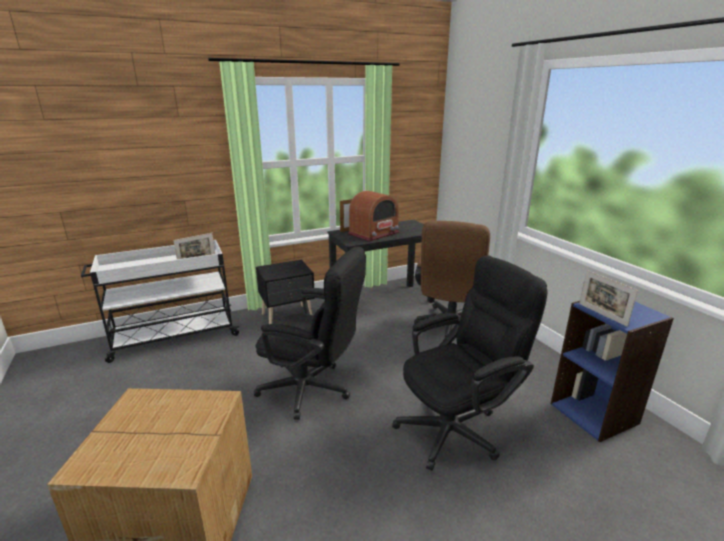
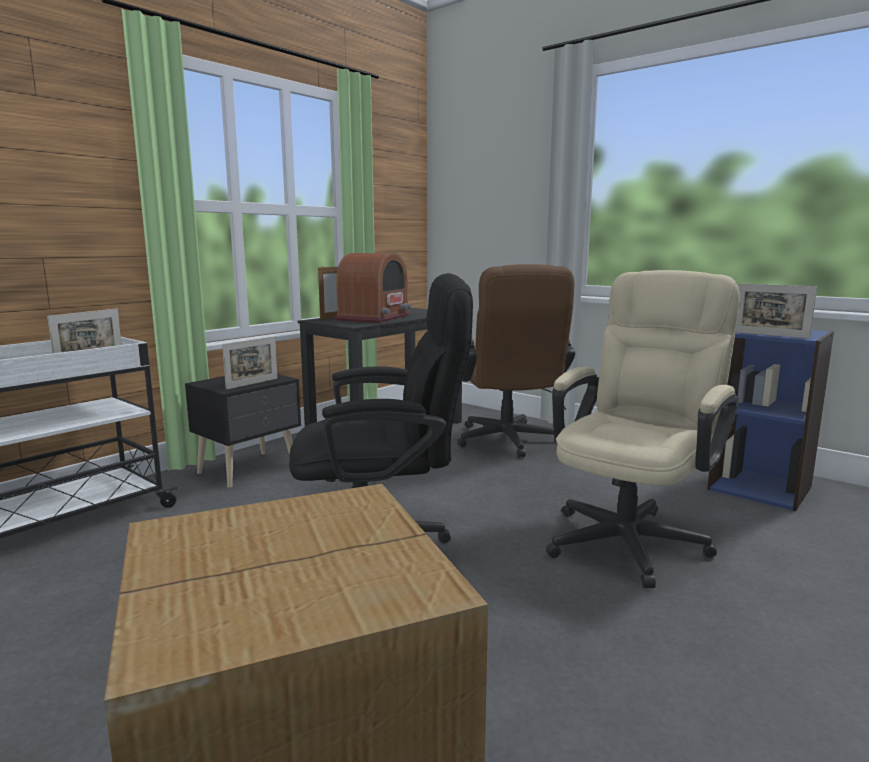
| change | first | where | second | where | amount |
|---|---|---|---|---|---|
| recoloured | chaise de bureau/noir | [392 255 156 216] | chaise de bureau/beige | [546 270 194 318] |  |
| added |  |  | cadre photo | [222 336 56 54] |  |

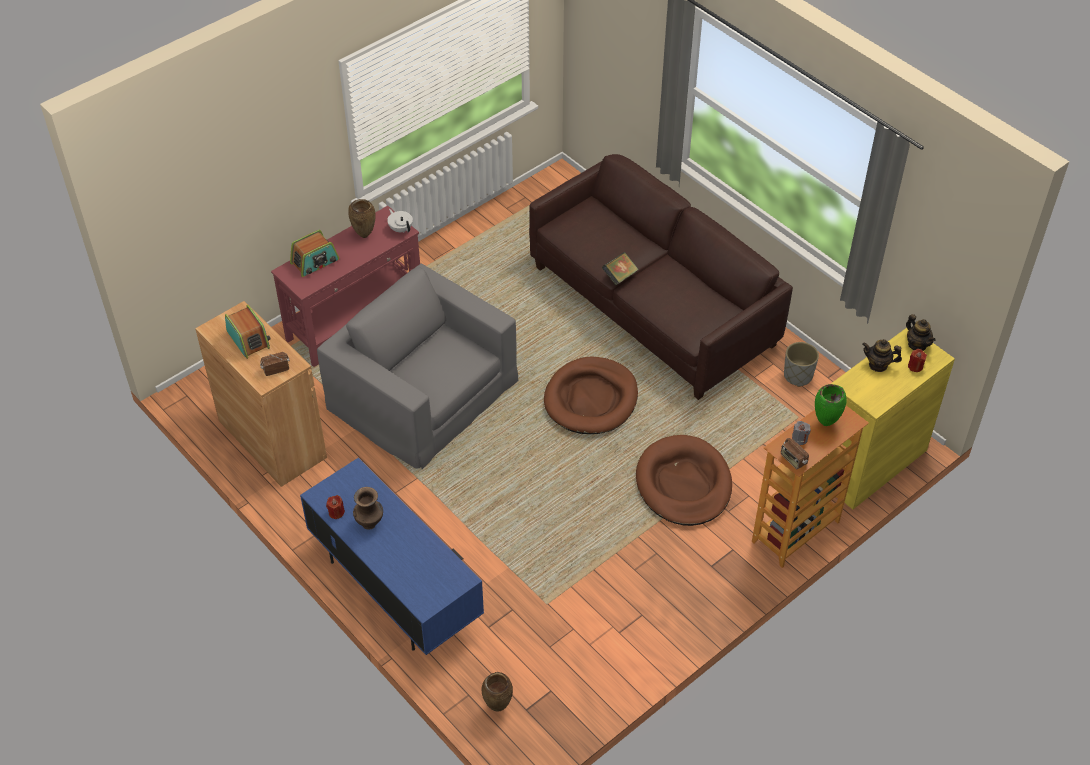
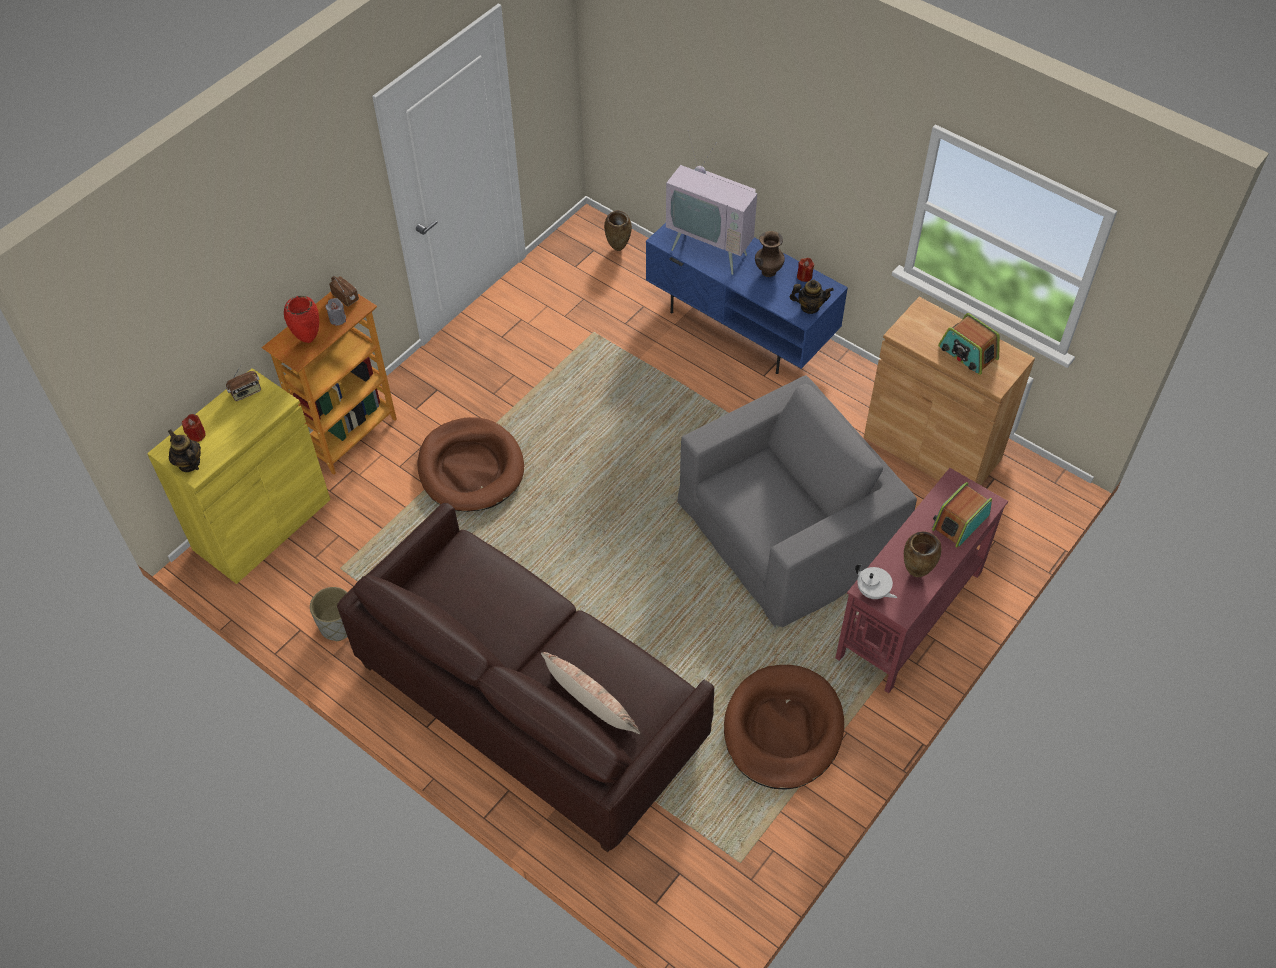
| change | first | where | second | where | amount |
|---|---|---|---|---|---|
| removed | livre | [602 252 37 33] |  |  |  |
| turned | fauteuil/gris | [317 264 201 205] |  | [677 375 240 253] | 60 degrees counterclockwise |
| moved | théière | [862 339 40 33] |  | [790 280 44 34] |  |
| moved | radio | [260 352 30 24] |  | [226 366 35 35] |  |
| moved | panier pour chien/marron | [544 356 94 78] |  | [724 665 120 124] |  |
| recoloured | vase/vert | [815 384 32 42] | vase/rouge | [284 296 35 47] |  |
| added |  |  | téléviseur | [666 130 91 145] |  |
| added |  |  | coussin | [541 652 99 82] |  |

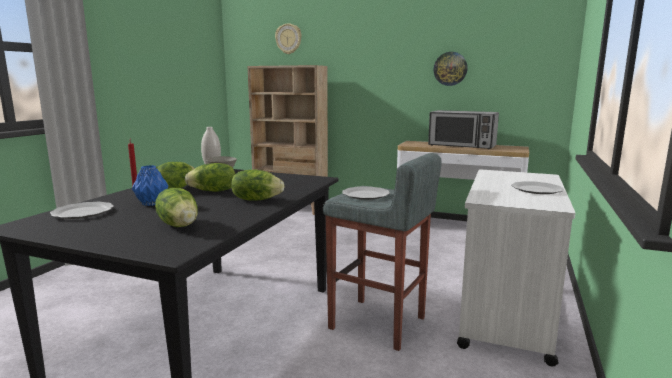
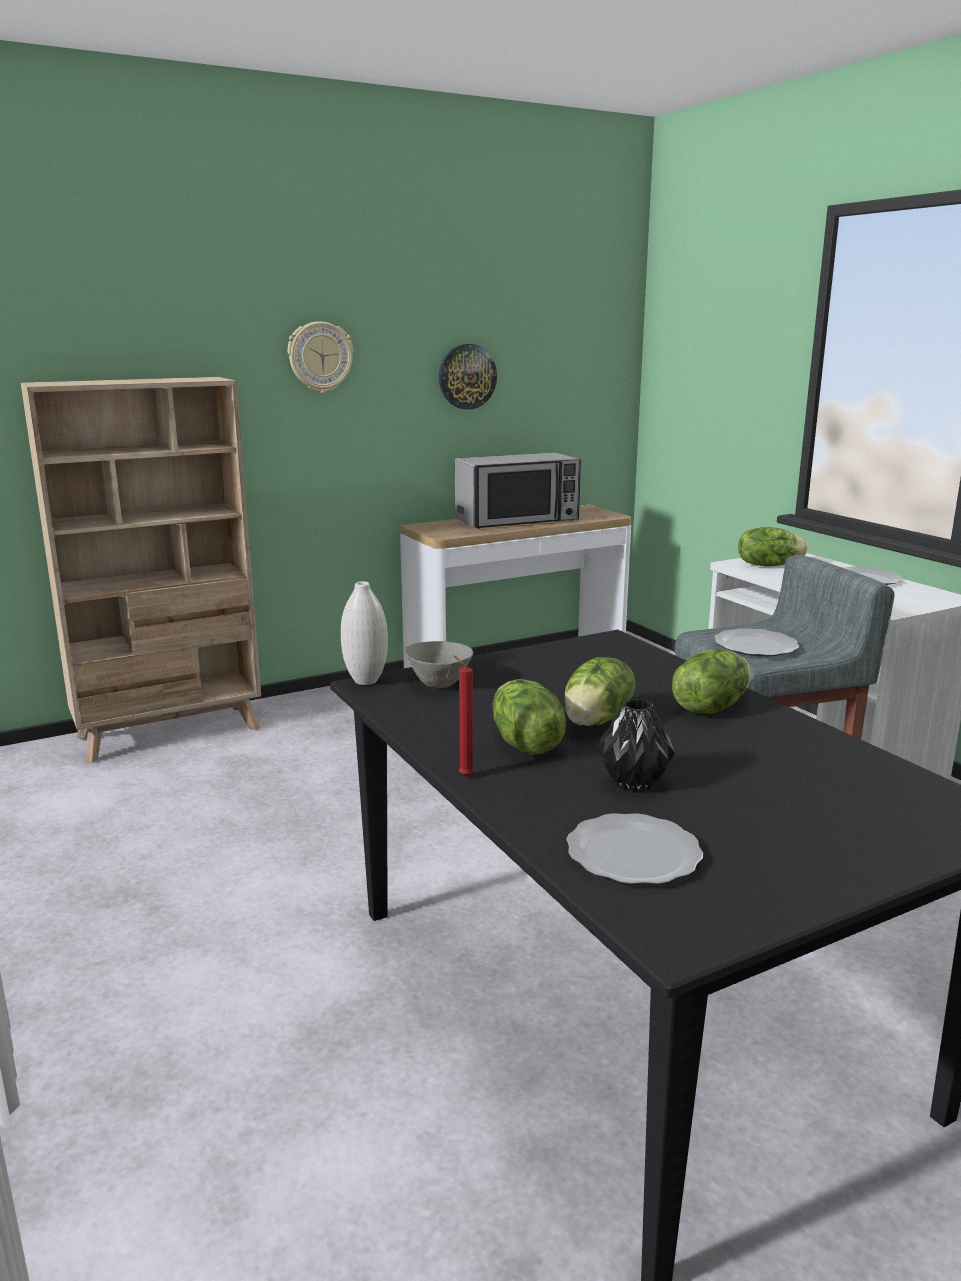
| change | first | where | second | where | amount |
|---|---|---|---|---|---|
| moved | horloge murale | [275 23 27 31] |  | [288 321 65 72] |  |
| recoloured | vase/bleu | [132 165 36 41] | vase/noir | [597 699 78 93] |  |
| moved | laitue | [155 188 43 39] |  | [738 527 70 39] |  |

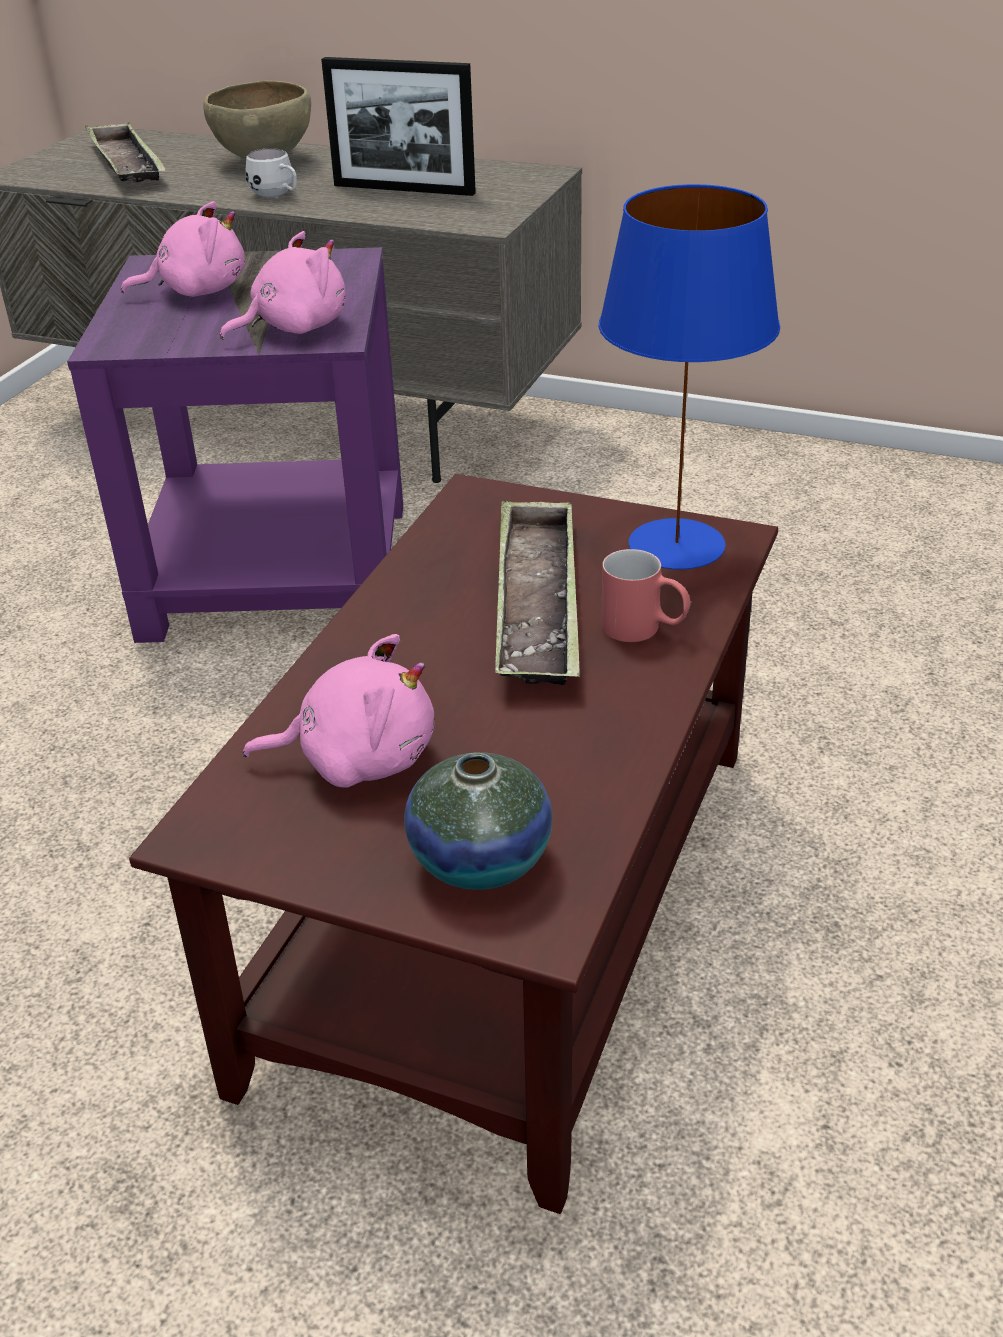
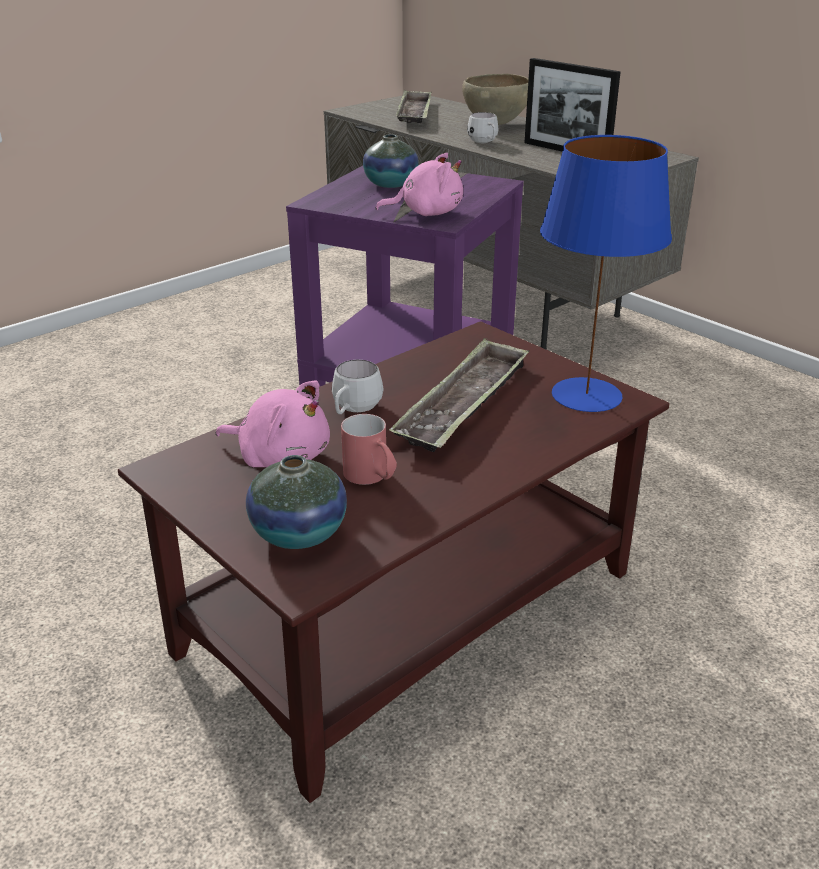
| change | first | where | second | where | amount |
|---|---|---|---|---|---|
| replaced | peluche/rose | [121 201 124 96] | vase | [363 134 56 54] |  |
| moved | mug/rouge | [601 549 90 93] |  | [341 414 56 71] |  |
| added |  |  | mug/blanc | [332 360 52 54] |  |

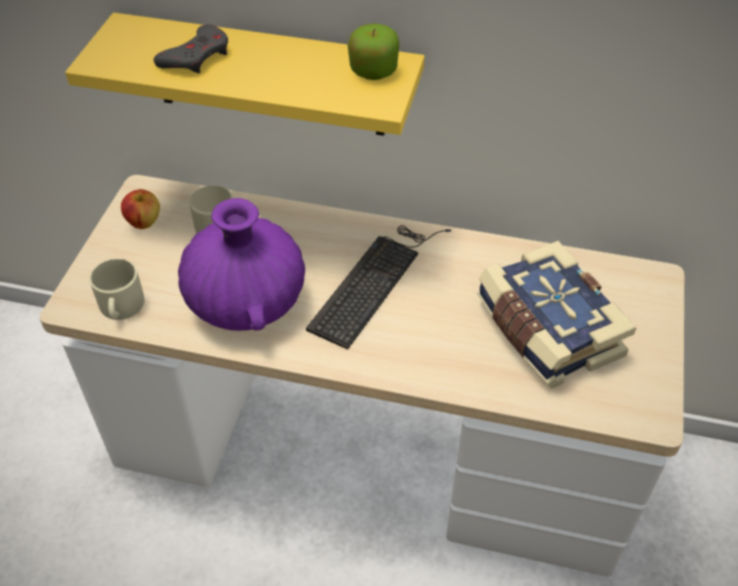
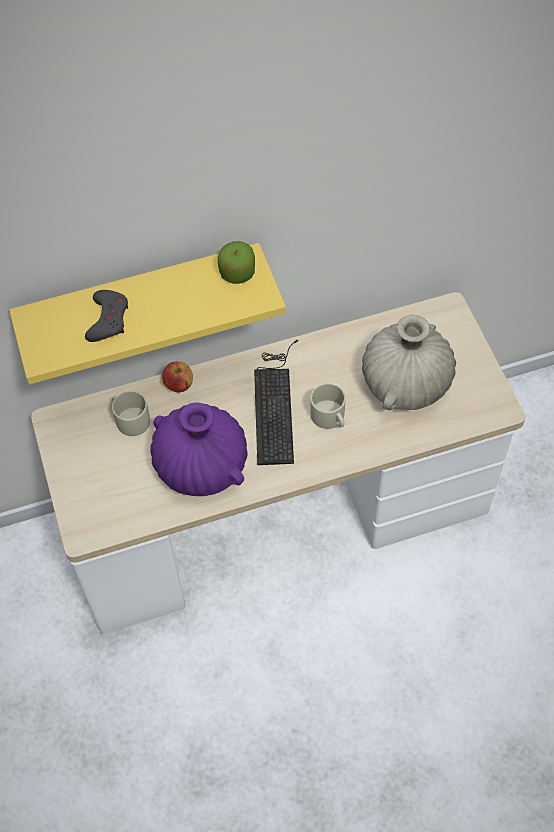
| change | first | where | second | where | amount |
|---|---|---|---|---|---|
| moved | pomme | [121 189 39 40] |  | [162 361 31 32] |  |
| replaced | livre | [477 241 160 148] | vase/beige | [362 315 94 95] |  |
| moved | mug/beige | [89 259 56 61] |  | [310 384 36 45] |  |

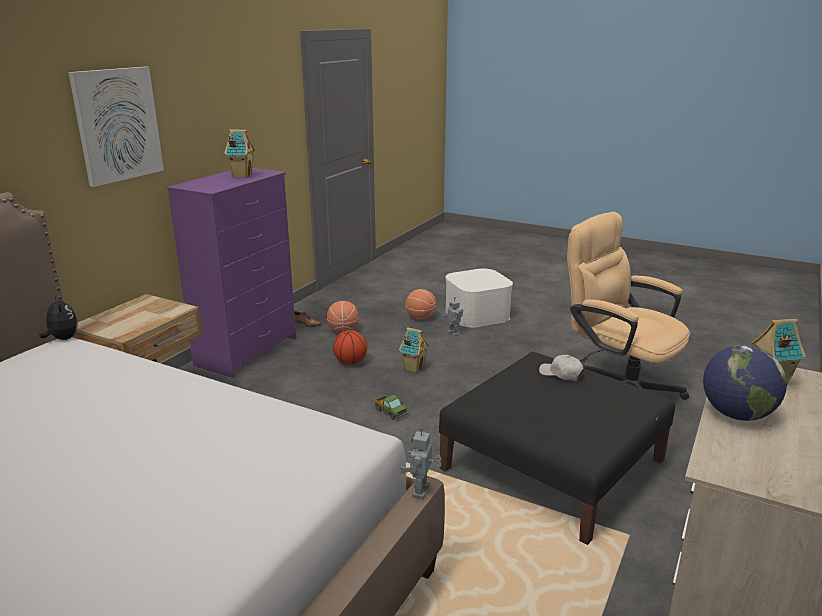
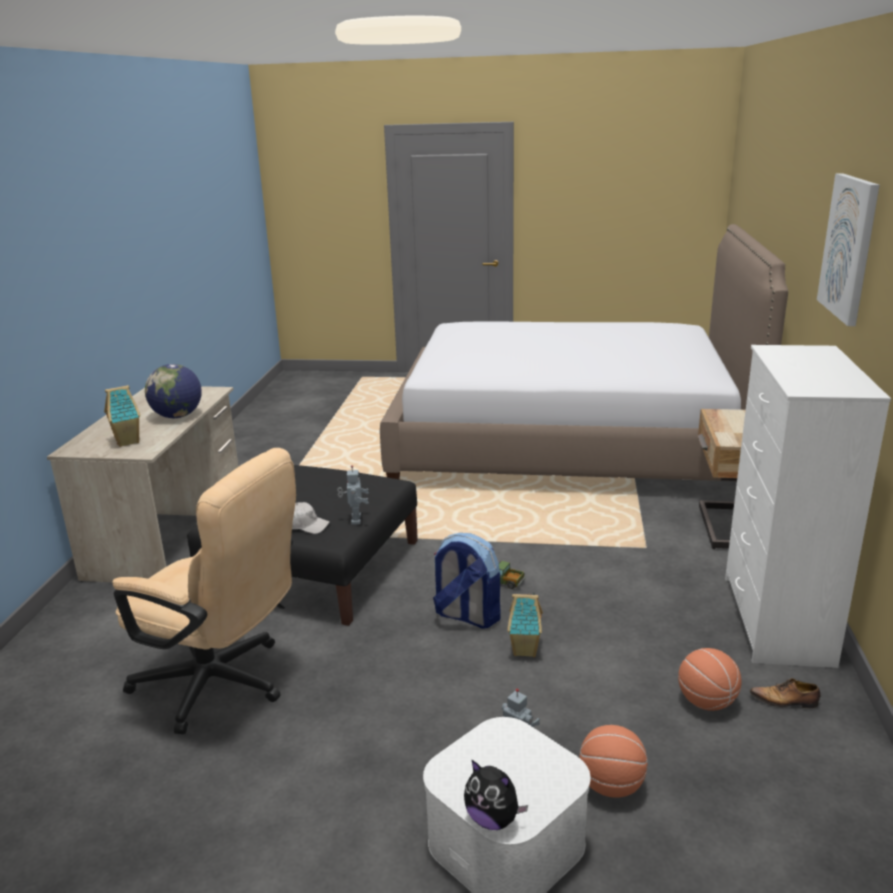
| change | first | where | second | where | amount |
|---|---|---|---|---|---|
| removed | maison miniature | [224 129 31 49] |  |  |  |
| recoloured | commode/violet | [167 168 129 210] | commode/blanc | [725 345 166 323] |  |
| moved | peluche | [39 296 39 44] |  | [464 760 64 70] |  |
| removed | ballon de basket | [333 330 34 35] |  |  |  |
| moved | robot jouet | [400 428 42 71] |  | [337 465 32 60] |  |
| added |  |  | sac à dos | [433 533 68 96] |  |

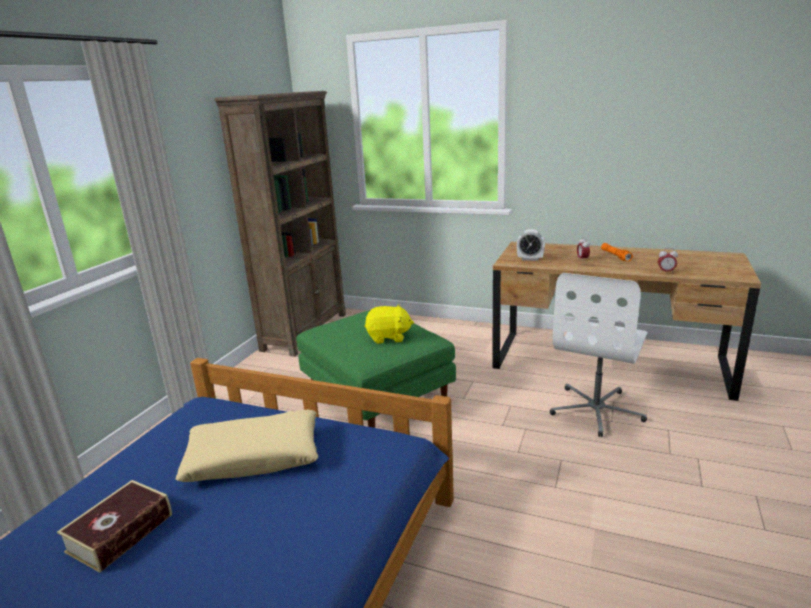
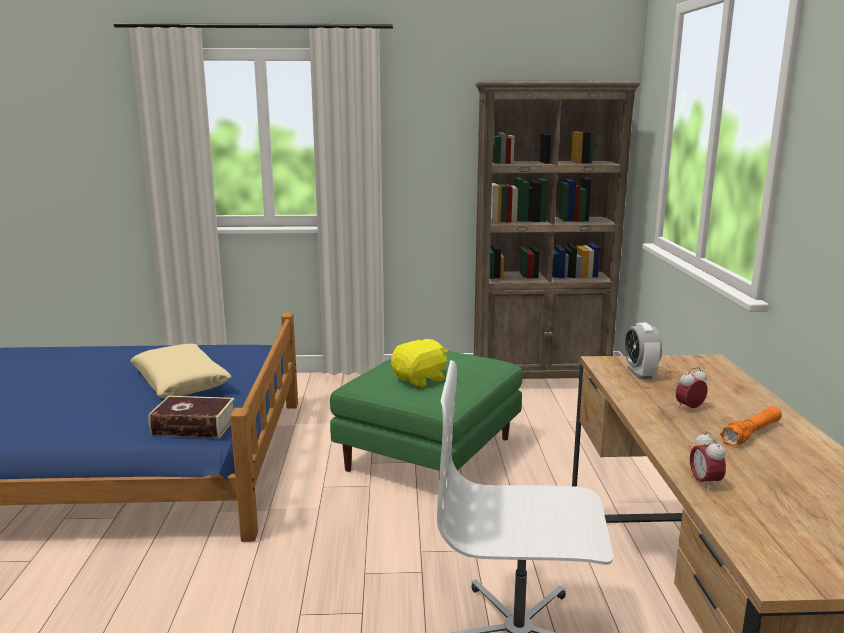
| change | first | where | second | where | amount |
|---|---|---|---|---|---|
| turned | peluche/jaune | [365 305 49 39] |  | [391 338 57 49] | 105 degrees counterclockwise |
| moved | livre | [57 480 115 93] |  | [148 396 87 42] |  |

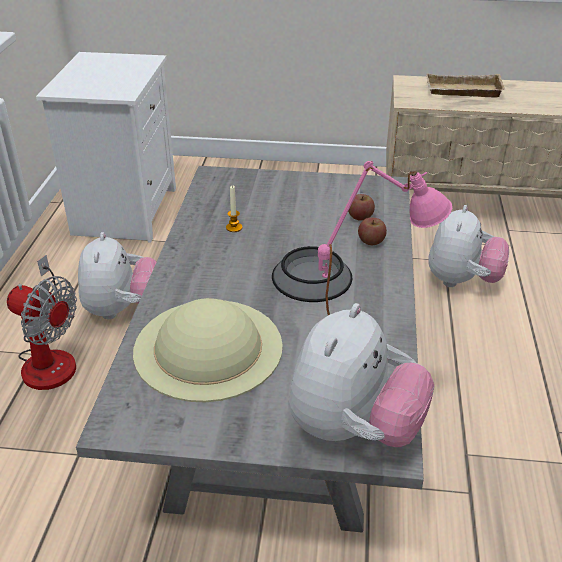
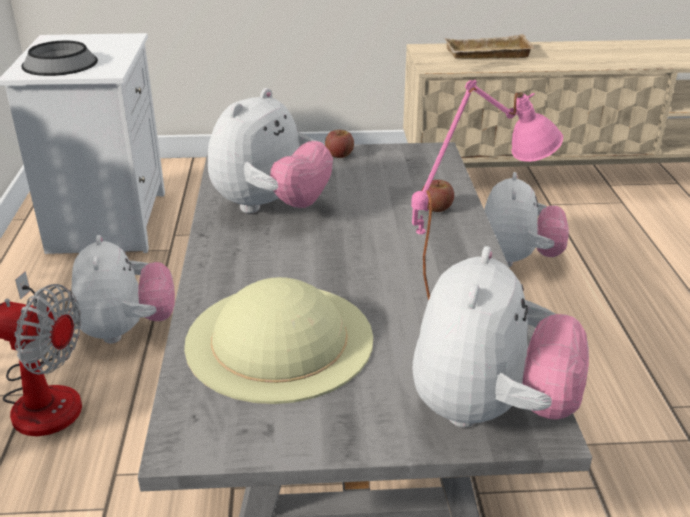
| change | first | where | second | where | amount |
|---|---|---|---|---|---|
| replaced | bougie | [226 185 16 47] | peluche | [208 88 125 125] |  |
| moved | pomme | [348 194 27 27] |  | [325 130 29 28] |  |
| moved | bol | [272 246 80 56] |  | [22 41 76 35] |  |

